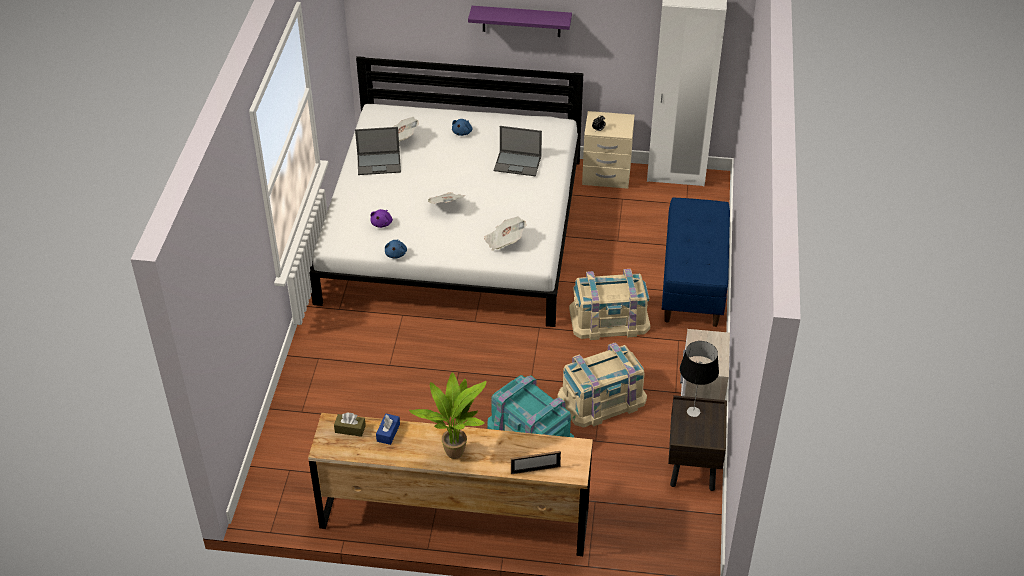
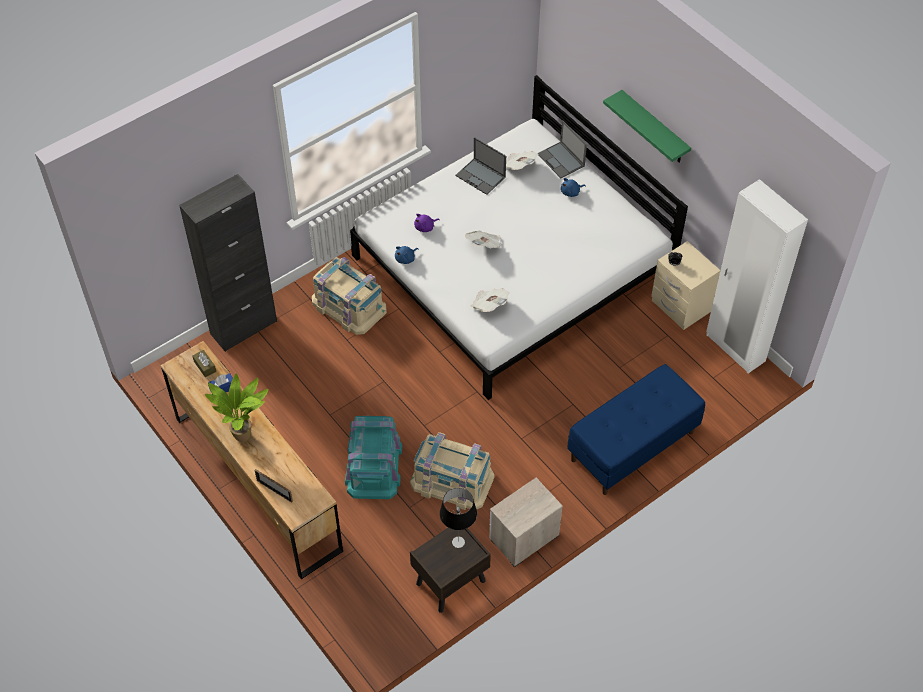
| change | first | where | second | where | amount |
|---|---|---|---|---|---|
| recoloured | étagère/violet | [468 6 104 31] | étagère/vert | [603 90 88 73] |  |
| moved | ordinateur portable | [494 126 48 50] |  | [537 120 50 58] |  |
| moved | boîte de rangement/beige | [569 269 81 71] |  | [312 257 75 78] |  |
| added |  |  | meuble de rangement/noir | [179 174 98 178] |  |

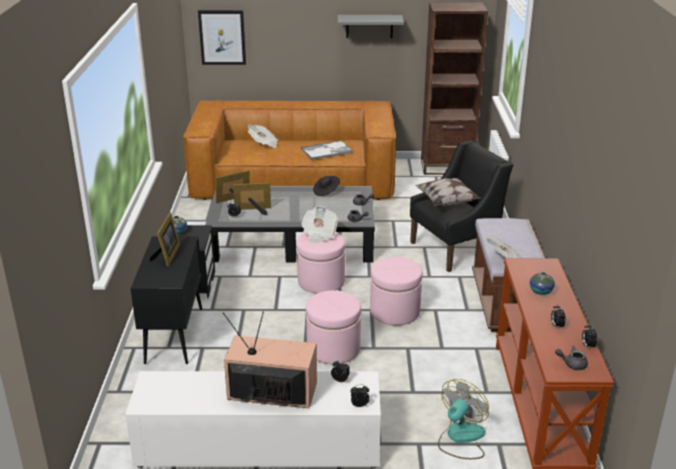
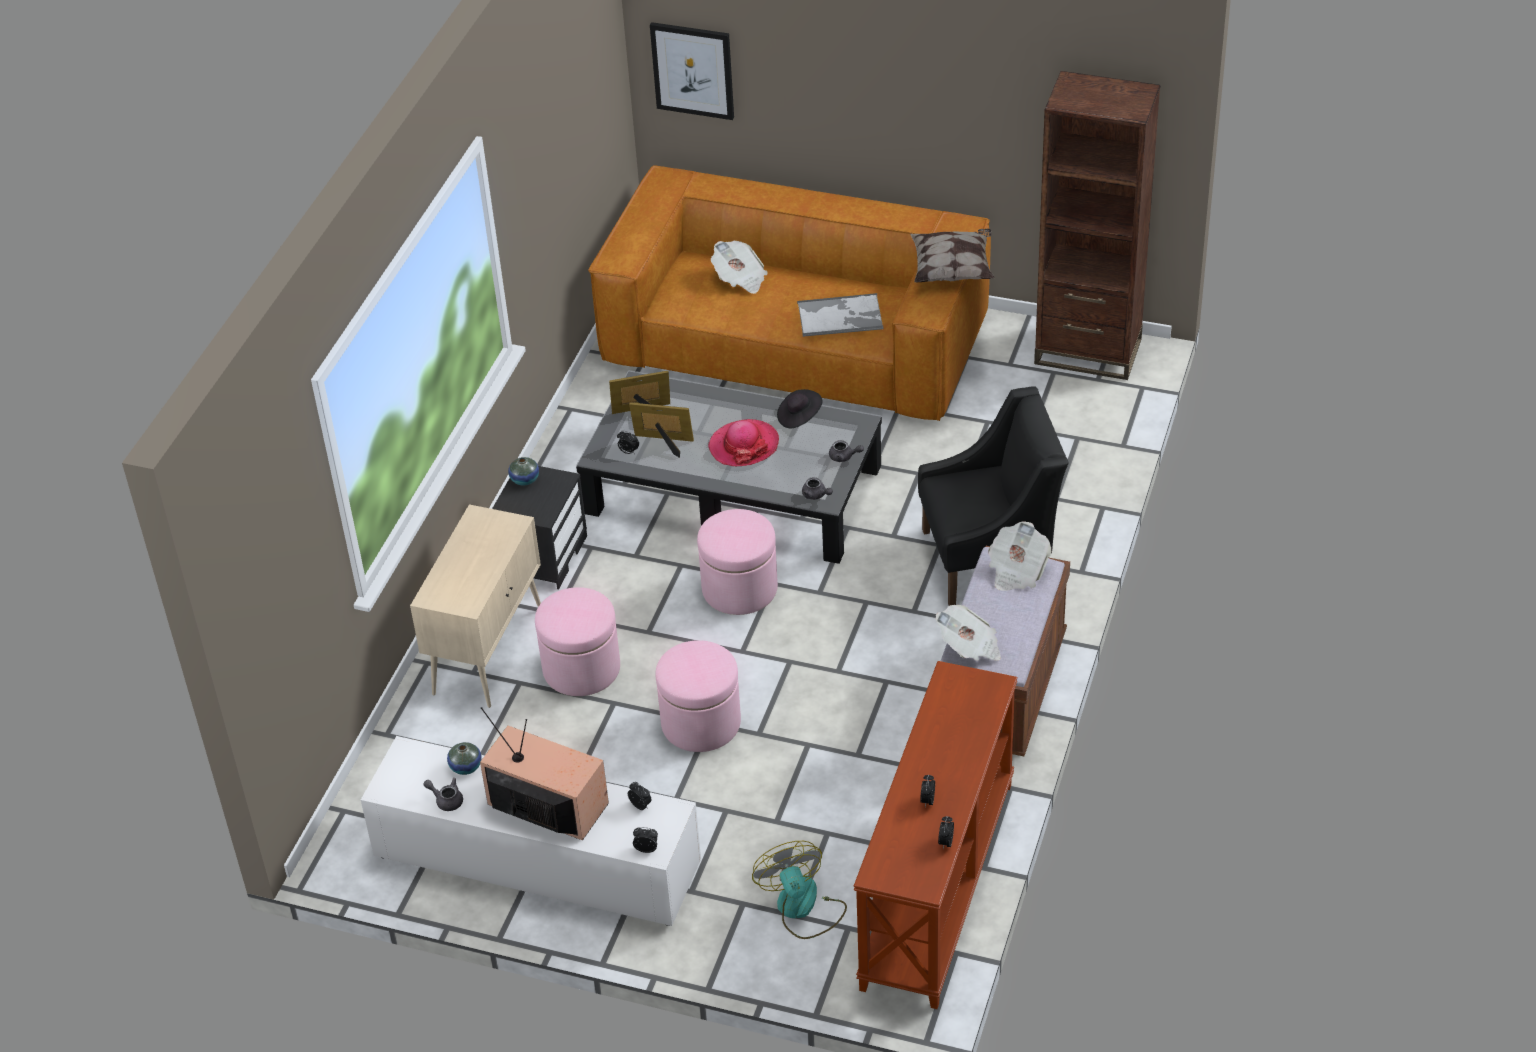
| change | first | where | second | where | amount |
|---|---|---|---|---|---|
| removed | étagère/gris | [338 15 66 23] |  |  |  |
| moved | coussin | [415 178 66 28] |  | [910 229 85 53] |  |
| moved | journal | [301 206 37 38] |  | [988 521 63 70] |  |
| removed | cadre photo | [149 213 31 53] |  |  |  |
| recoloured | meuble de rangement/noir | [131 236 71 128] | meuble de rangement/beige | [410 504 131 204] |  |
| moved | pouf/rose | [370 257 53 68] |  | [535 587 85 109] |  |
| moved | vase | [530 272 25 23] |  | [447 742 35 33] |  |
| moved | théière/gris | [555 345 33 25] |  | [423 778 40 33] |  |
| turned | ventilateur | [438 379 51 80] |  | [752 841 95 98] | 75 degrees counterclockwise |
| added |  |  | chapeau | [708 419 71 47] |  |

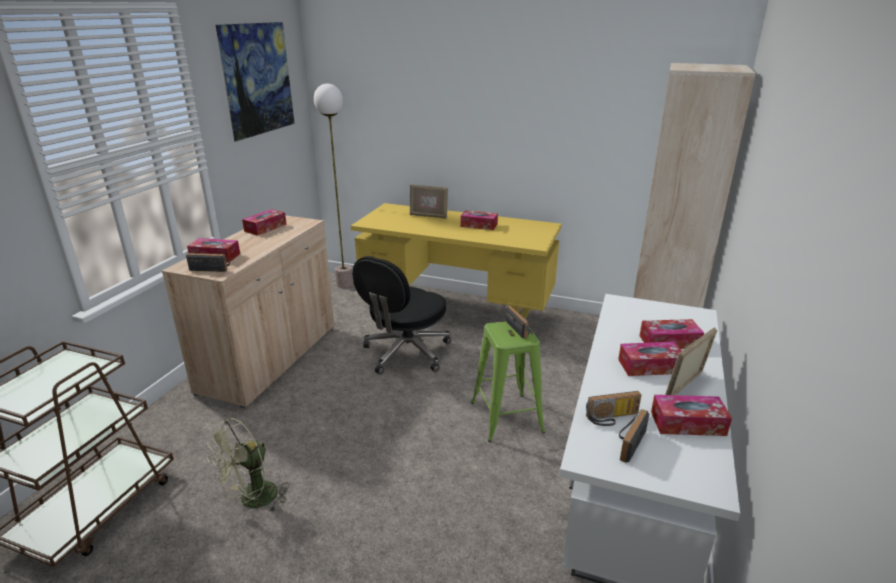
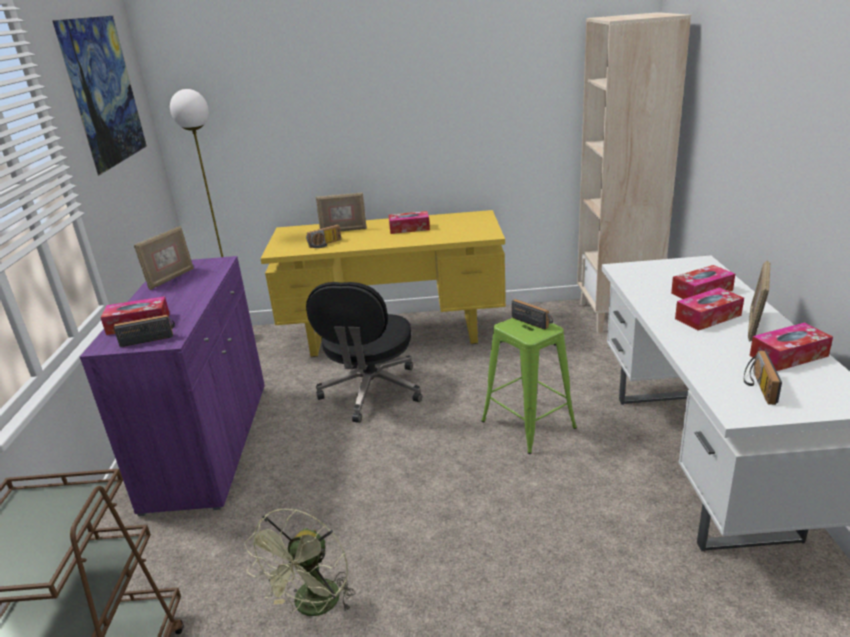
| change | first | where | second | where | amount |
|---|---|---|---|---|---|
| replaced | boîte à mouchoirs | [242 209 45 26] | cadre photo | [134 226 60 64] |  |
| recoloured | meuble de rangement/beige | [162 215 172 193] | meuble de rangement/violet | [80 256 185 260] |  |
| moved | radio | [586 391 55 35] |  | [306 225 35 23] |  |

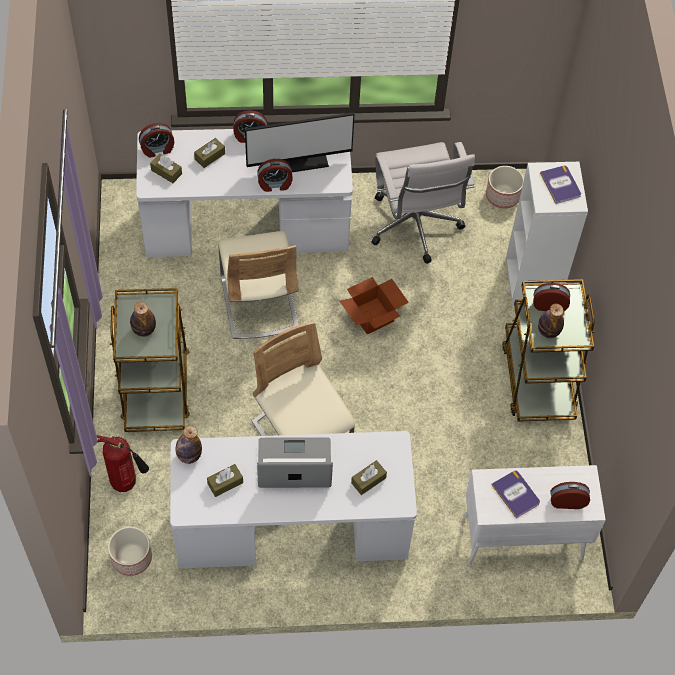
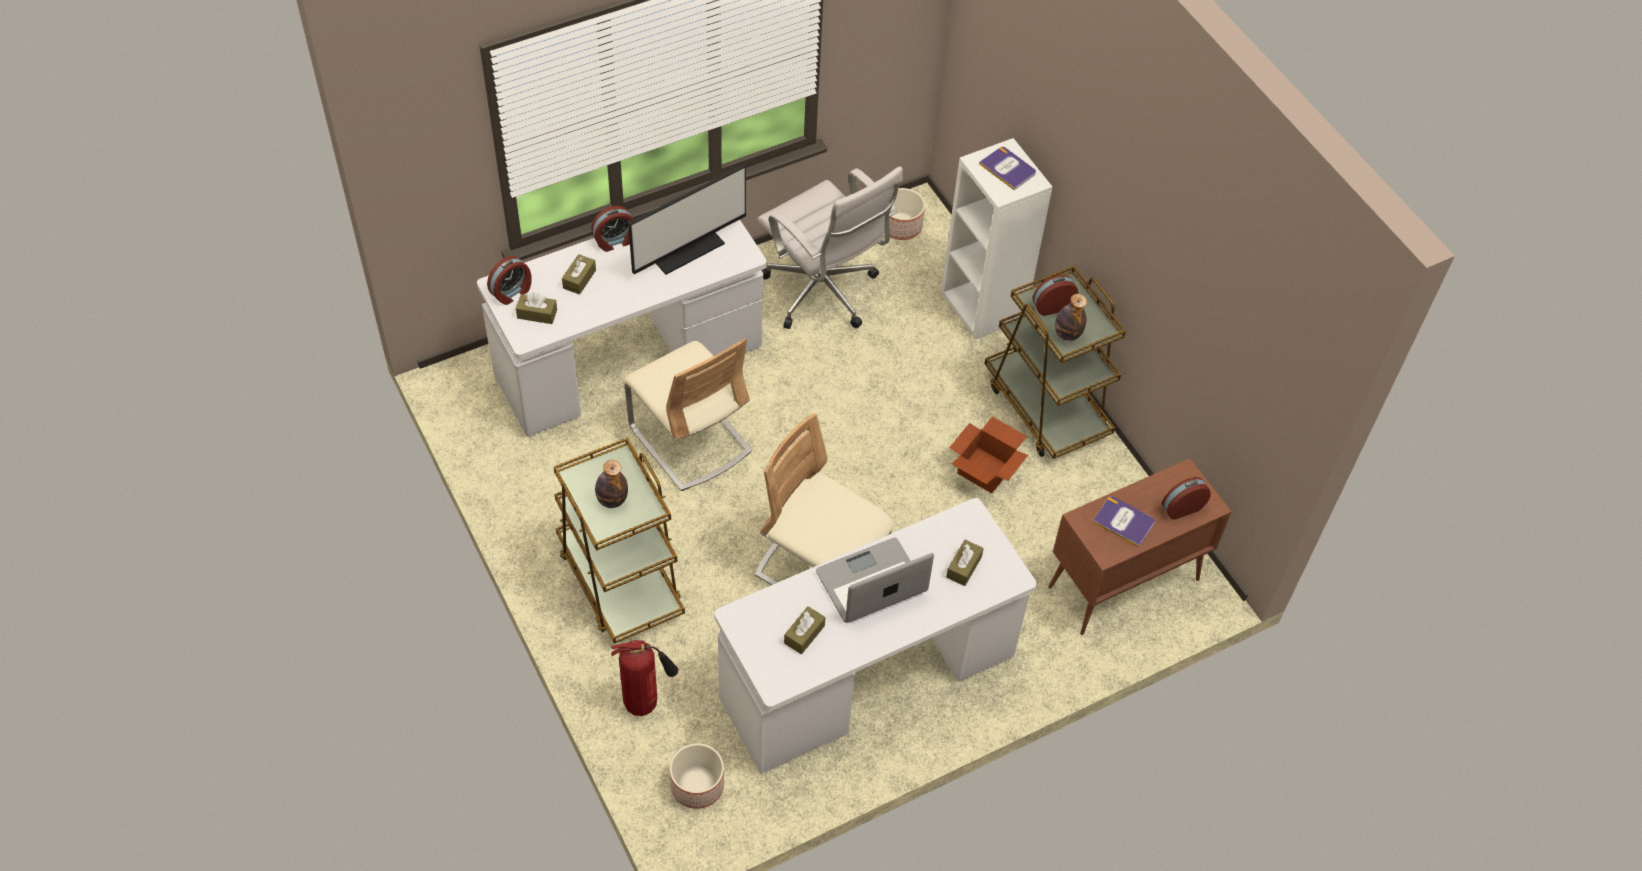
| change | first | where | second | where | amount |
|---|---|---|---|---|---|
| removed | réveil | [257 159 36 33] |  |  |  |
| moved | carton | [340 277 69 57] |  | [949 417 79 76] |  |
| removed | bouteille | [175 426 27 38] |  |  |  |
| recoloured | meuble de rangement/blanc | [463 465 143 100] | meuble de rangement/marron | [1048 458 183 177] |  |

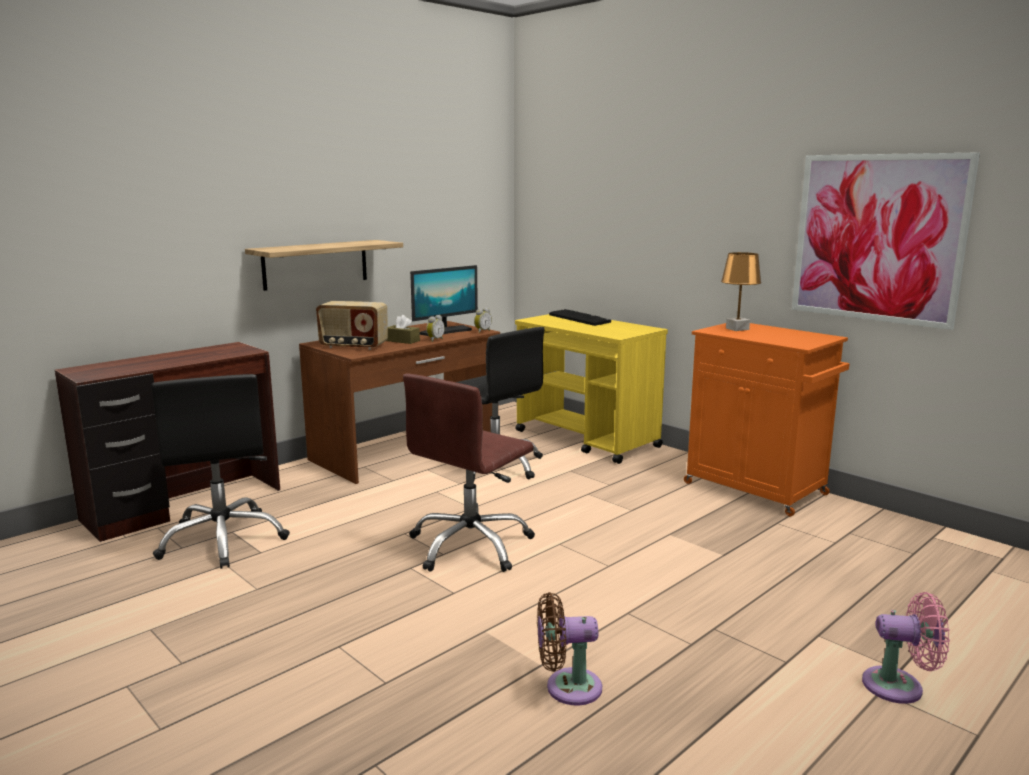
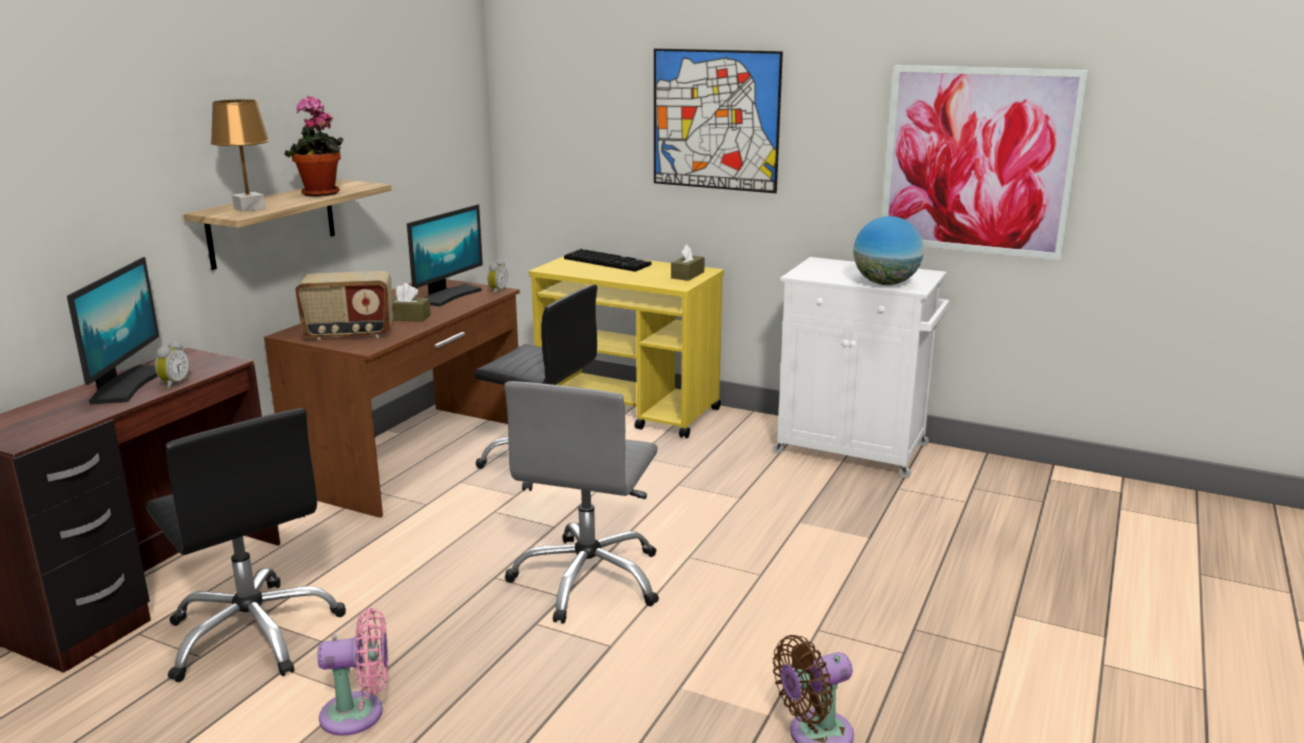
| change | first | where | second | where | amount |
|---|---|---|---|---|---|
| moved | lampe de table/marron | [721 252 40 79] |  | [211 99 58 113] |  |
| moved | réveil | [426 315 19 27] |  | [155 340 34 49] |  |
| recoloured | meuble de rangement/orange | [684 323 166 193] | meuble de rangement/blanc | [773 257 177 221] |  |
| recoloured | chaise de bureau/marron | [403 374 132 198] | chaise de bureau/gris | [504 381 155 243] |  |
| moved | ventilateur/rose | [862 592 88 112] |  | [317 608 71 128] |  |
| added |  |  | tableau | [654 49 129 144] |  |
| added |  |  | plante en pot | [285 96 58 101] |  |
| added |  |  | globe | [853 216 71 69] |  |
| added |  |  | boîte à mouchoirs/marron | [671 244 34 37] |  |
| added |  |  | écran d'ordinateur | [67 257 92 147] |  |

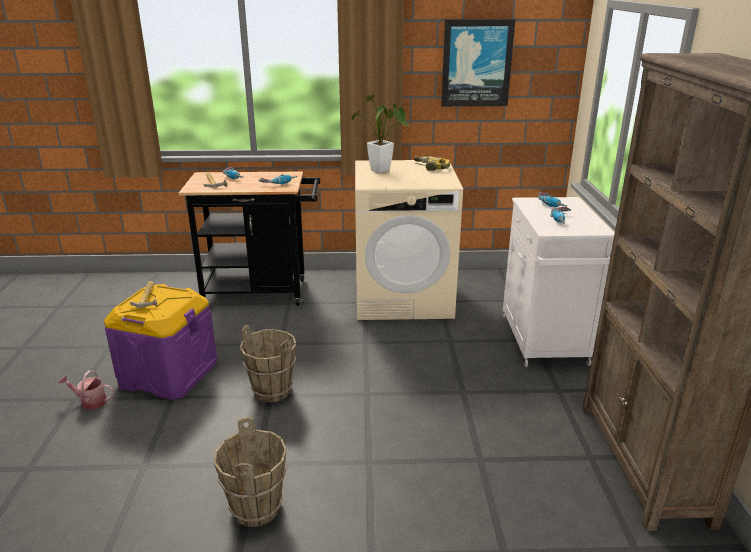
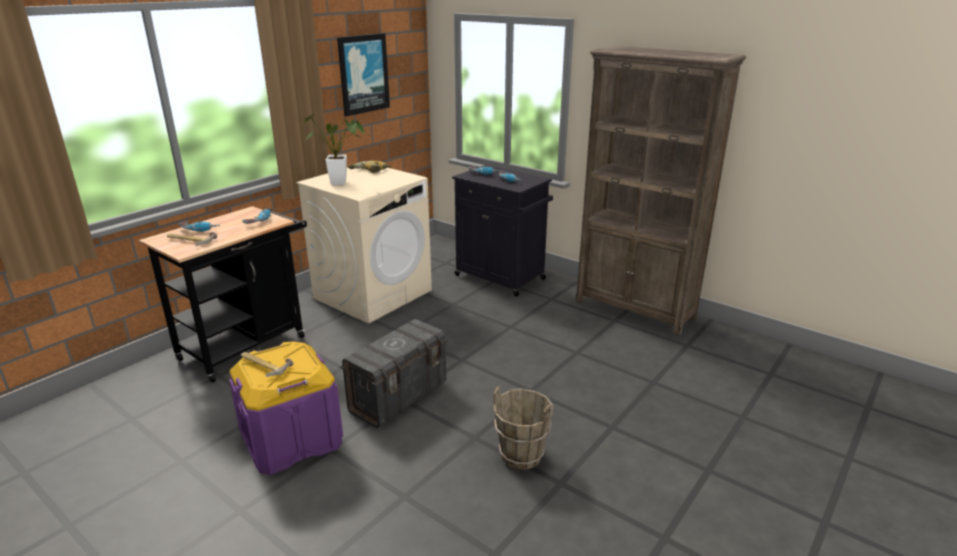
| change | first | where | second | where | amount |
|---|---|---|---|---|---|
| recoloured | meuble de rangement/blanc | [502 197 113 170] | meuble de rangement/noir | [452 165 101 131] |  |
| replaced | seau/marron | [240 325 56 77] | boîte de rangement/gris | [340 319 108 109] |  |
| removed | arrosoir | [58 370 56 40] |  |  |  |

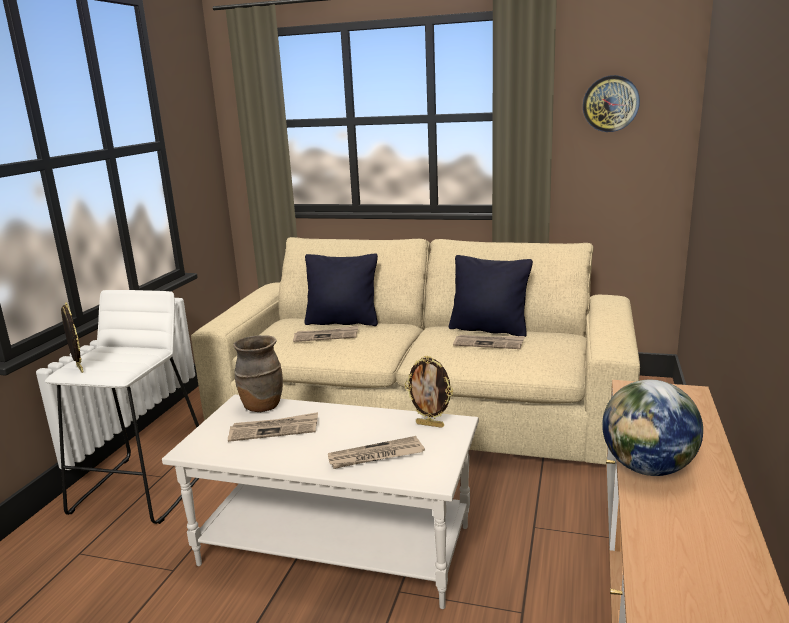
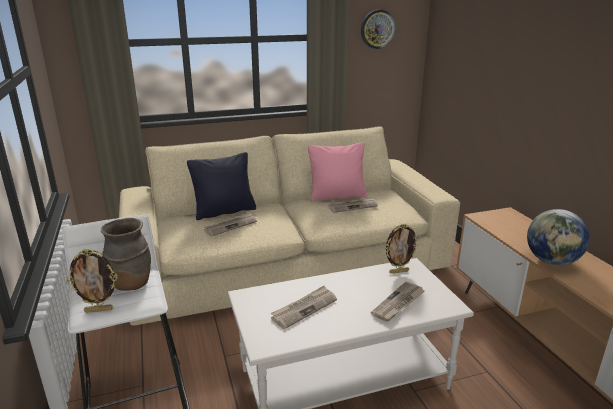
| change | first | where | second | where | amount |
|---|---|---|---|---|---|
| recoloured | coussin/noir | [449 255 84 82] | coussin/rose | [308 142 59 59] |  |
| turned | cadre photo | [61 302 22 71] |  | [66 248 52 65] | 150 degrees clockwise |
| moved | vase/marron | [233 335 50 77] |  | [101 218 50 73] |  |

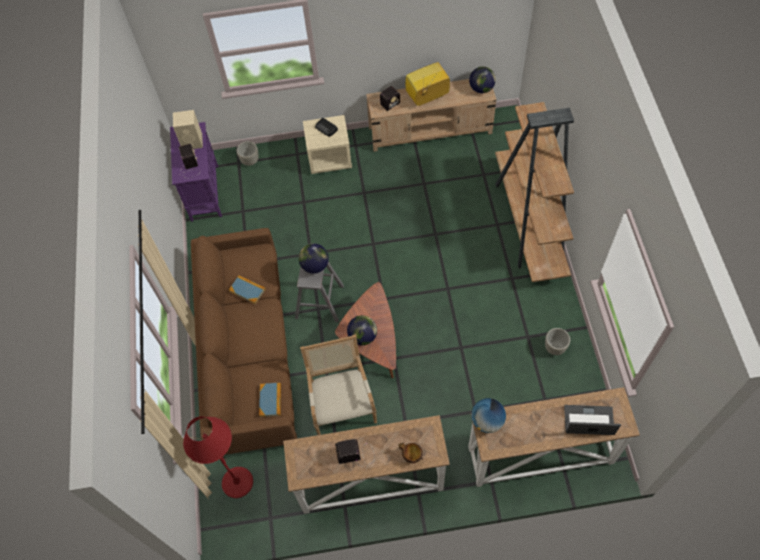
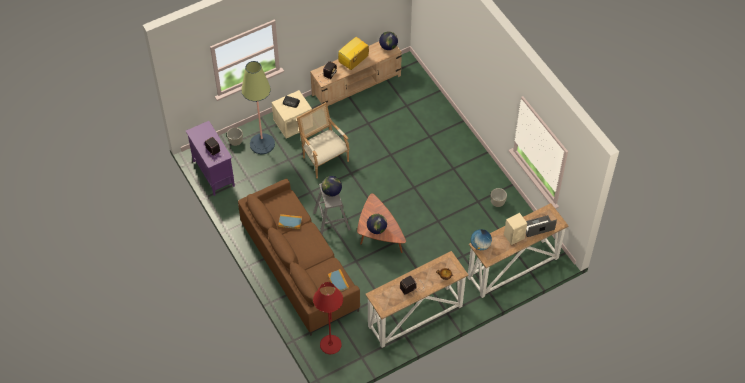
| change | first | where | second | where | amount |
|---|---|---|---|---|---|
| removed | bibliothèque/marron | [495 102 79 180] |  |  |  |
| moved | enceinte/beige | [173 110 30 39] |  | [504 213 23 32] |  |
| moved | fauteuil | [300 335 77 100] |  | [297 102 53 77] |  |
| added |  |  | lampadaire | [241 61 34 93] |  |

